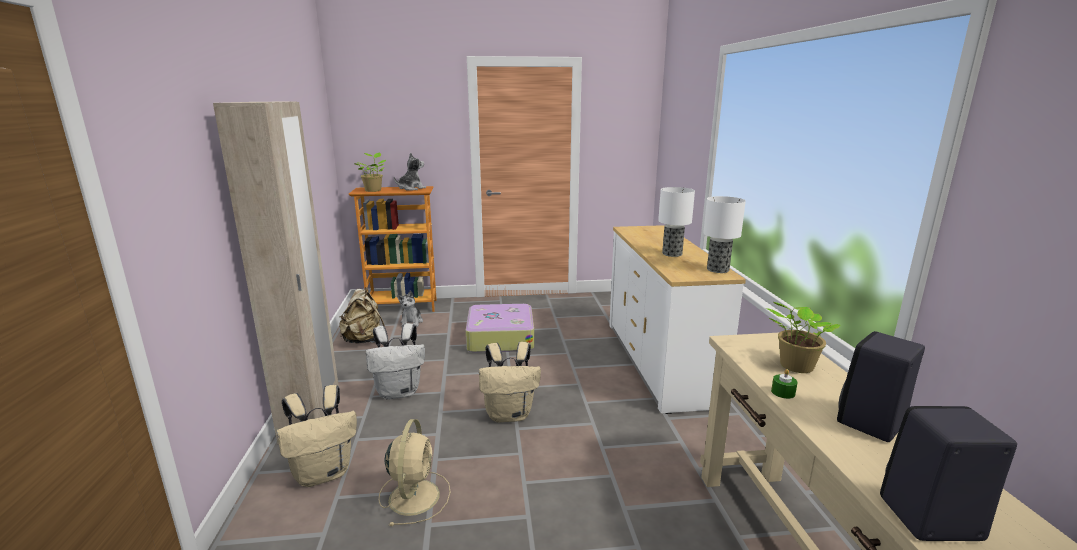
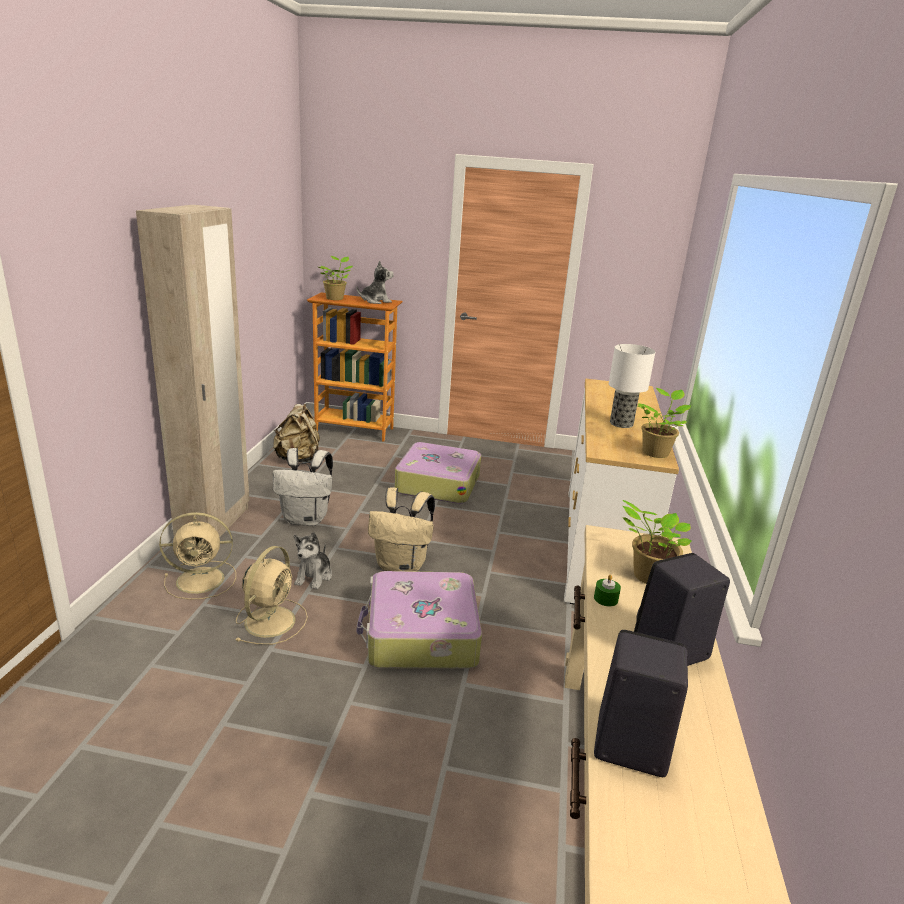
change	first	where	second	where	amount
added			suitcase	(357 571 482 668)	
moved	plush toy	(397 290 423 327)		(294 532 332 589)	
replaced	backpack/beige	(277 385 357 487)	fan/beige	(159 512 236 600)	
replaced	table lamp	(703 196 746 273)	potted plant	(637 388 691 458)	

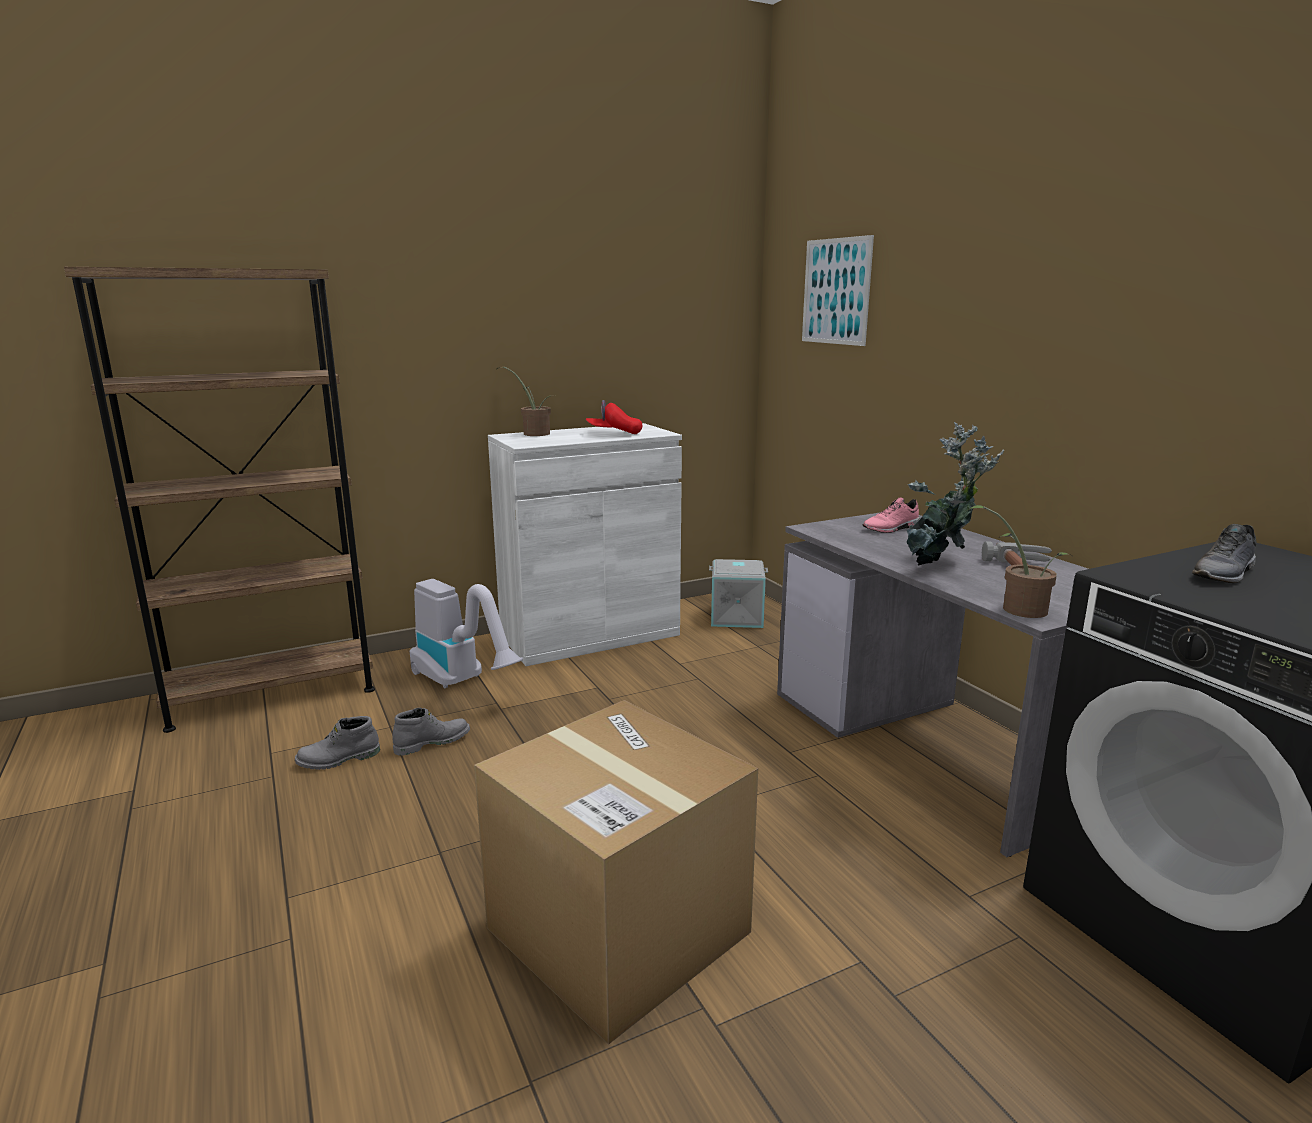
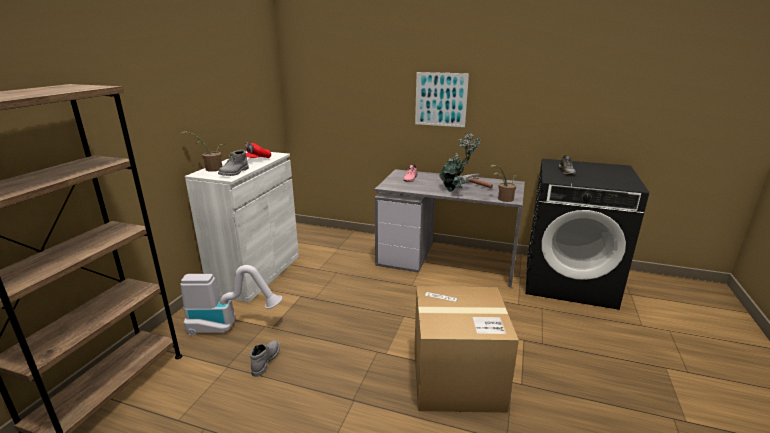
change	first	where	second	where	amount
removed	storage box/grey	(709 559 768 628)			
moved	boot/grey	(295 716 380 770)		(218 150 249 176)	
moved	picture	(802 235 874 346)		(415 72 469 127)	

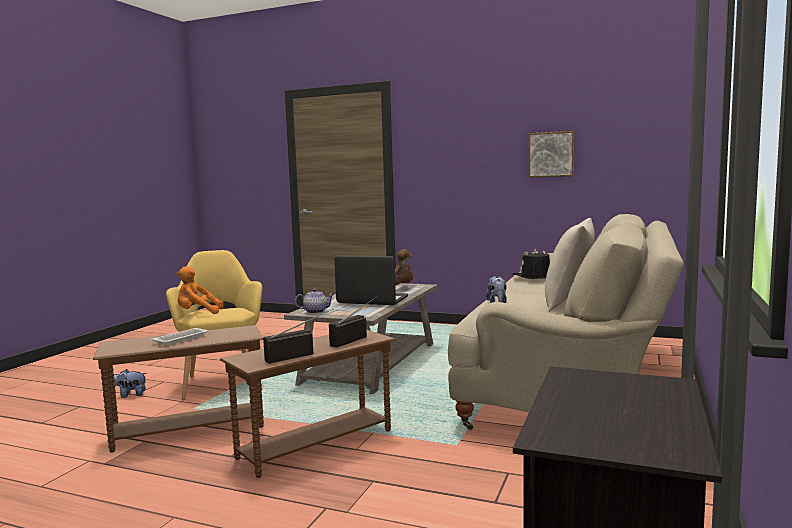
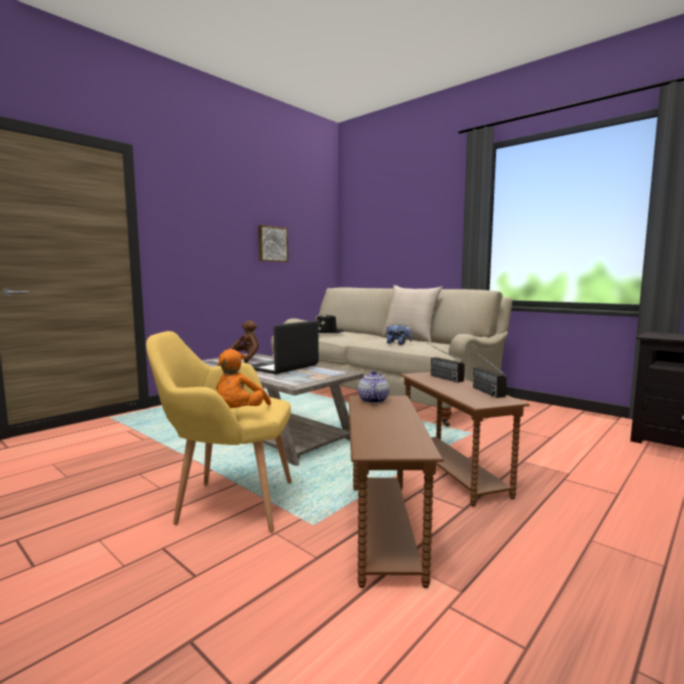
change	first	where	second	where	amount
removed	plush toy	(114 369 147 398)			
removed	tray/white	(152 328 208 346)			
moved	teapot	(295 289 334 314)		(358 371 389 403)	

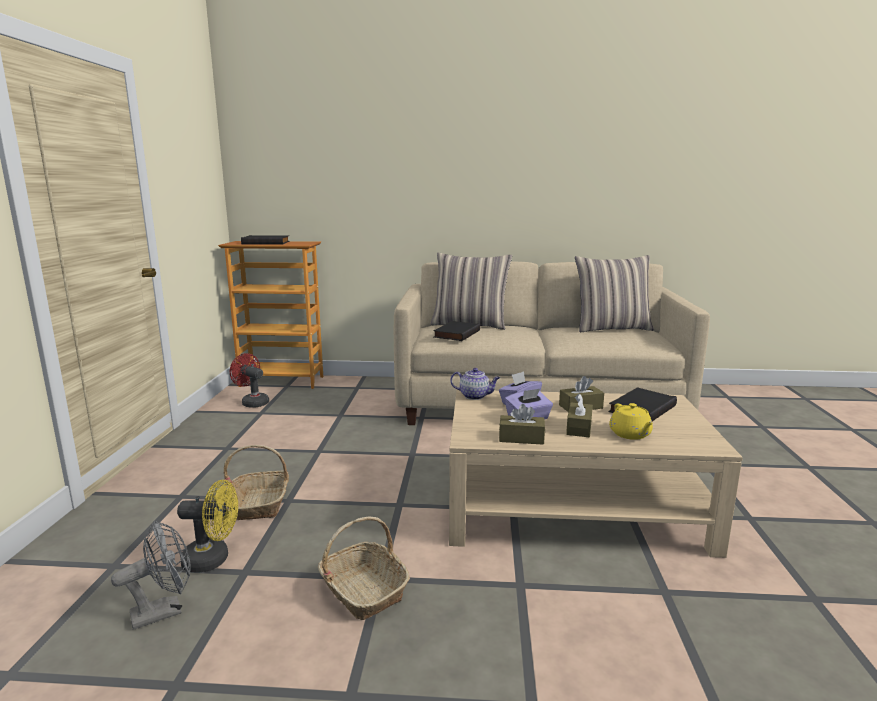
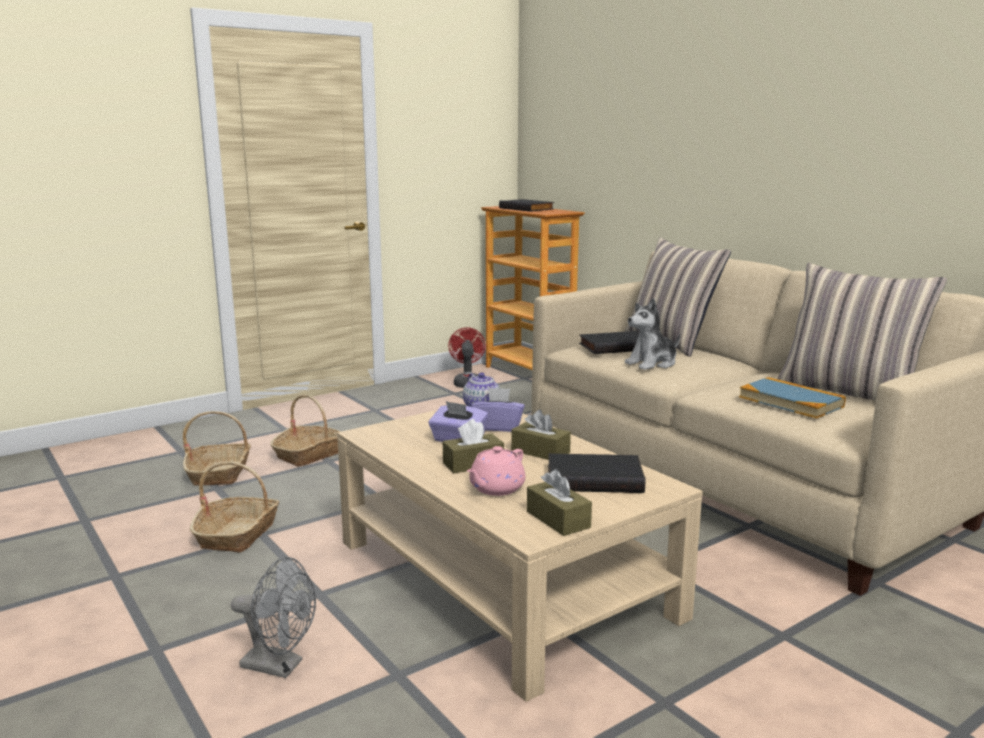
change	first	where	second	where	amount
added			plush toy	(625 298 680 370)	
added			book	(739 377 846 418)	
moved	fan/grey	(111 521 191 630)		(231 557 316 678)	
moved	tissue box/brown	(499 404 545 445)		(527 469 592 536)	
replaced	fan/yellow	(177 480 238 573)	basket	(183 411 251 486)	
recoloured	teapot/yellow	(609 403 653 440)	teapot/pink	(467 446 525 496)	

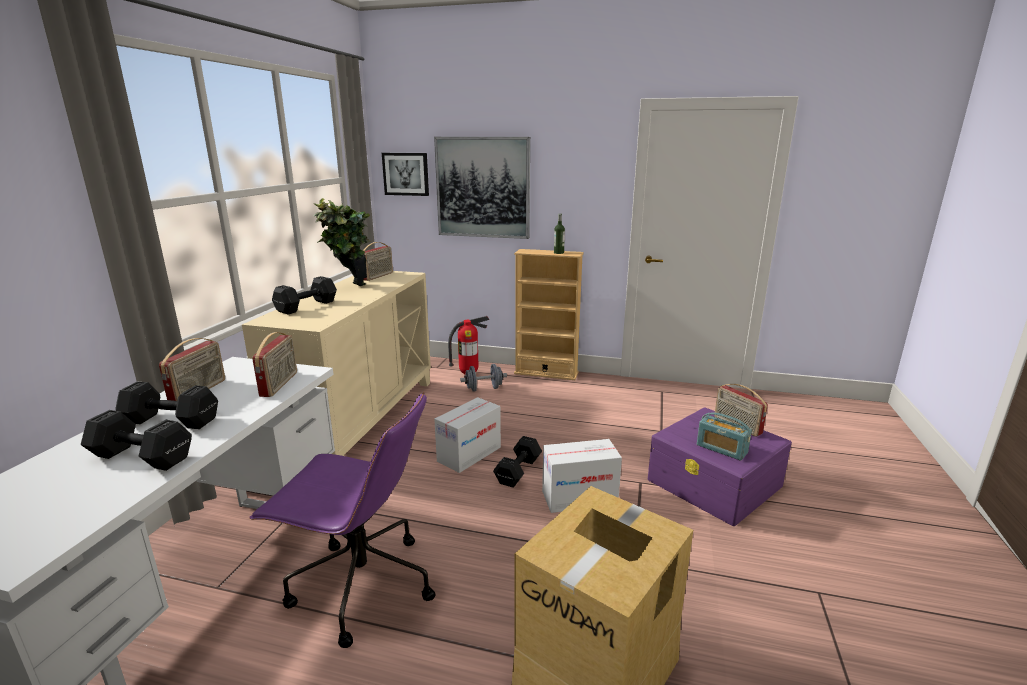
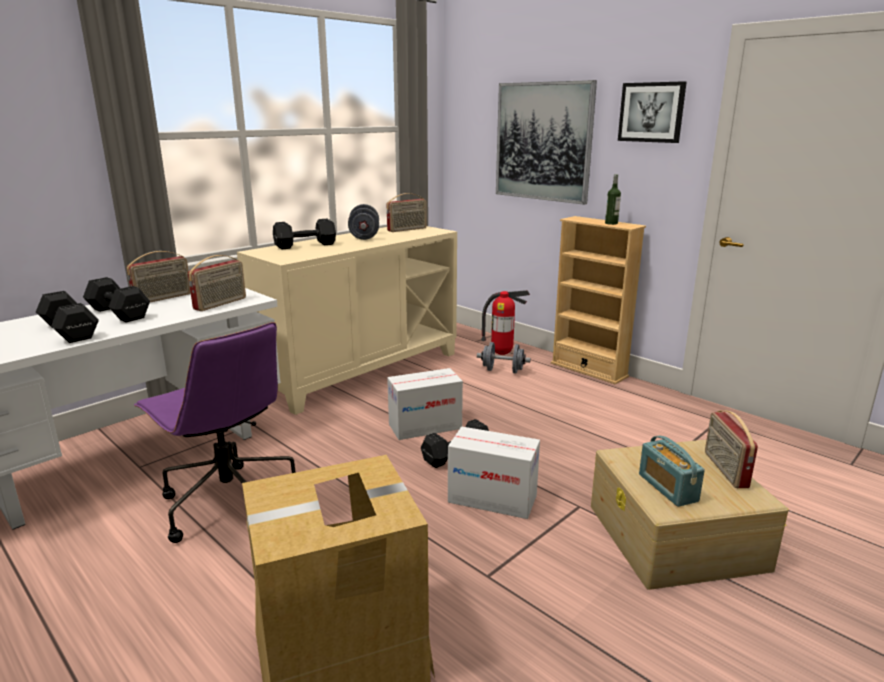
change	first	where	second	where	amount
moved	picture	(382 153 429 196)		(618 81 687 143)	
replaced	potted plant	(313 198 370 286)	dumbbell/grey	(348 204 379 240)	
recoloured	storage box/purple	(648 407 792 526)	storage box/beige	(591 440 789 590)	

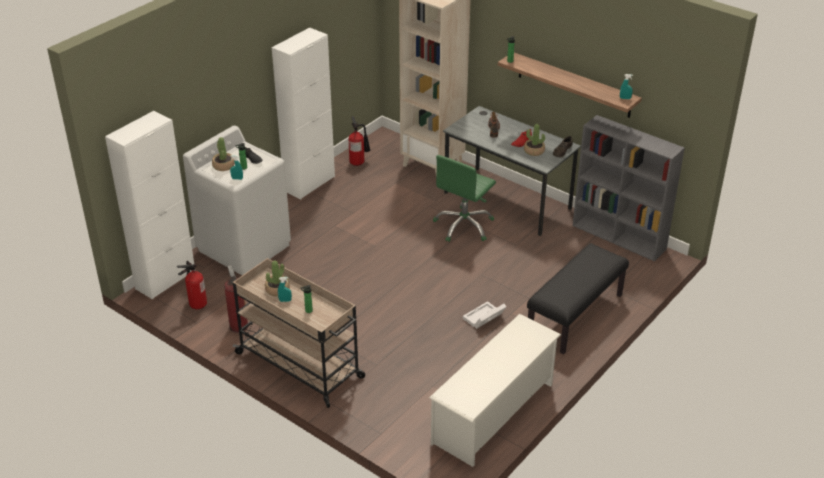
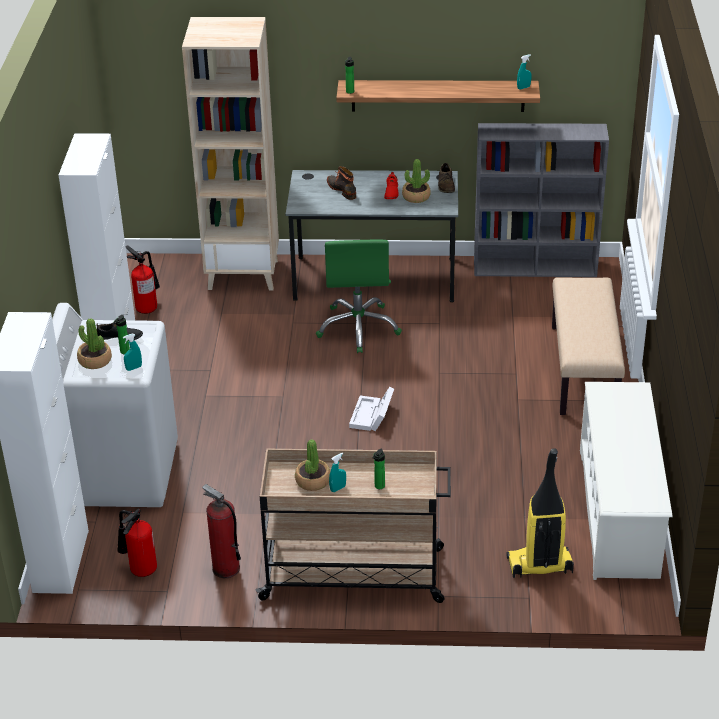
change	first	where	second	where	amount
added			vacuum cleaner	(506 448 574 578)	
moved	storage box/white	(463 301 507 329)		(349 387 394 431)	
recoloured	bench/black	(527 243 629 354)	bench/beige	(552 277 625 415)	

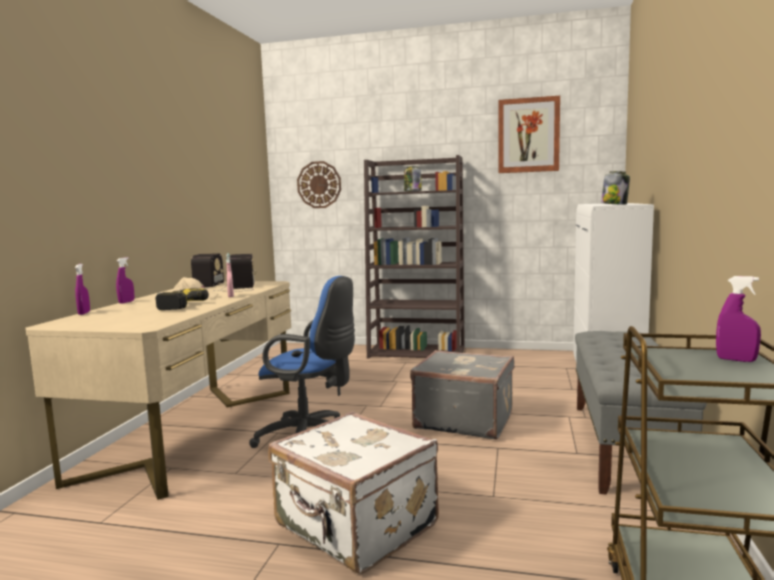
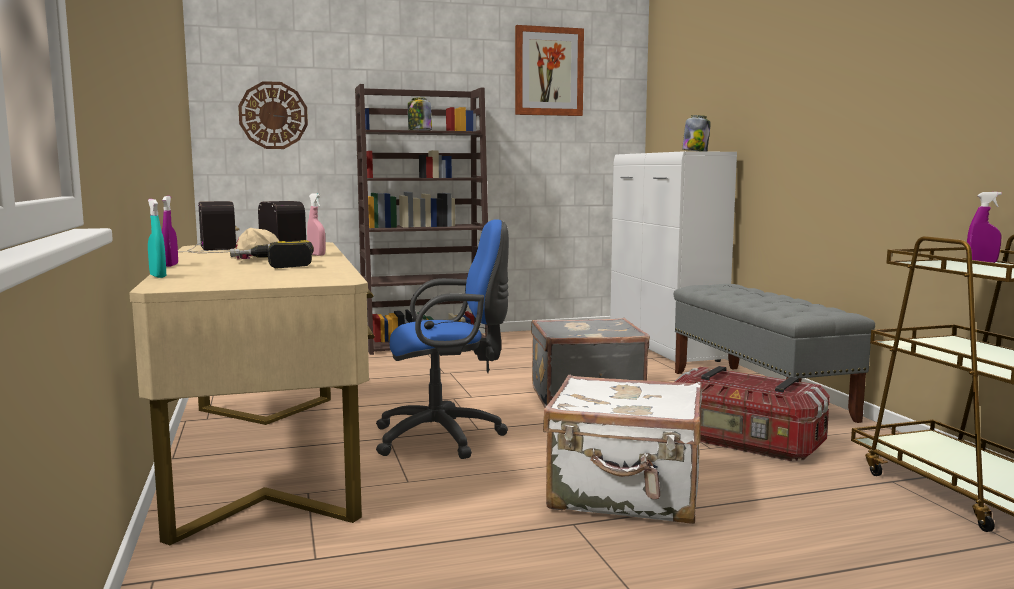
change	first	where	second	where	amount
added			storage box	(675 366 830 461)	
recoloured	spray bottle/purple	(75 264 90 315)	spray bottle/turquoise	(148 199 166 278)	

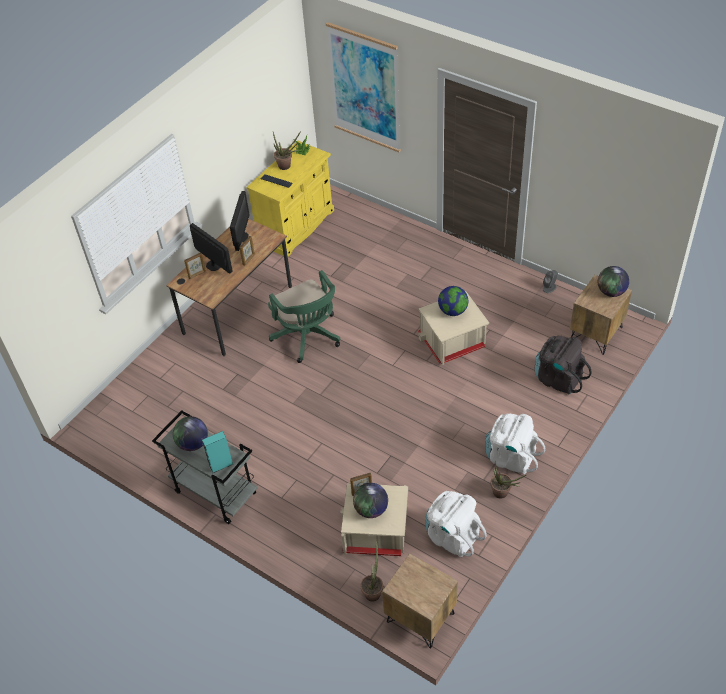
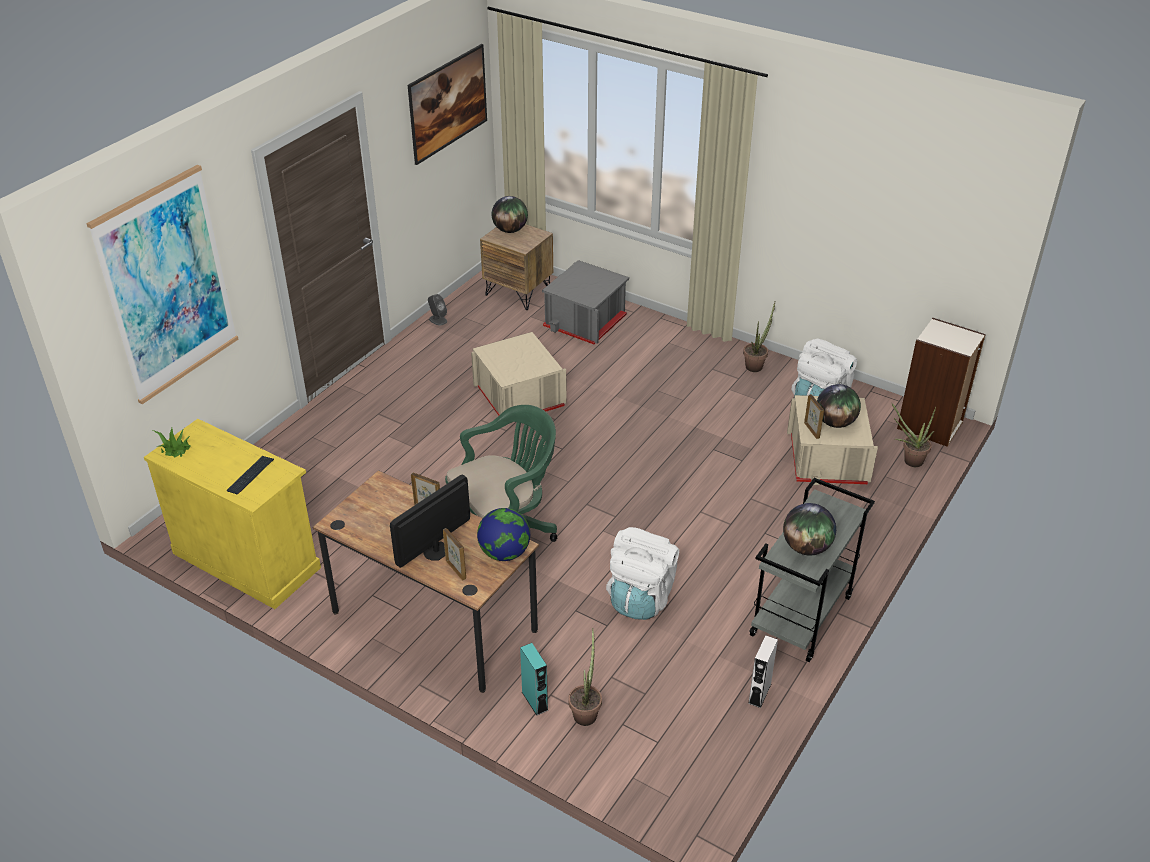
change	first	where	second	where	amount
removed	monitor	(230 191 249 251)			
added			picture	(408 44 487 165)	
added			speaker/white	(748 635 778 708)	
moved	speaker/turquoise	(202 431 233 473)		(520 643 549 716)	
moved	potted plant	(273 131 301 170)		(568 628 602 726)	
moved	globe	(438 286 468 316)		(477 508 530 561)	
moved	backpack/white	(485 413 545 474)		(606 527 679 620)	
replaced	nightstand/brown	(382 554 458 649)	bookcase	(897 318 986 447)	
replaced	backpack/black	(535 335 592 394)	storage box/grey	(542 260 629 344)	

